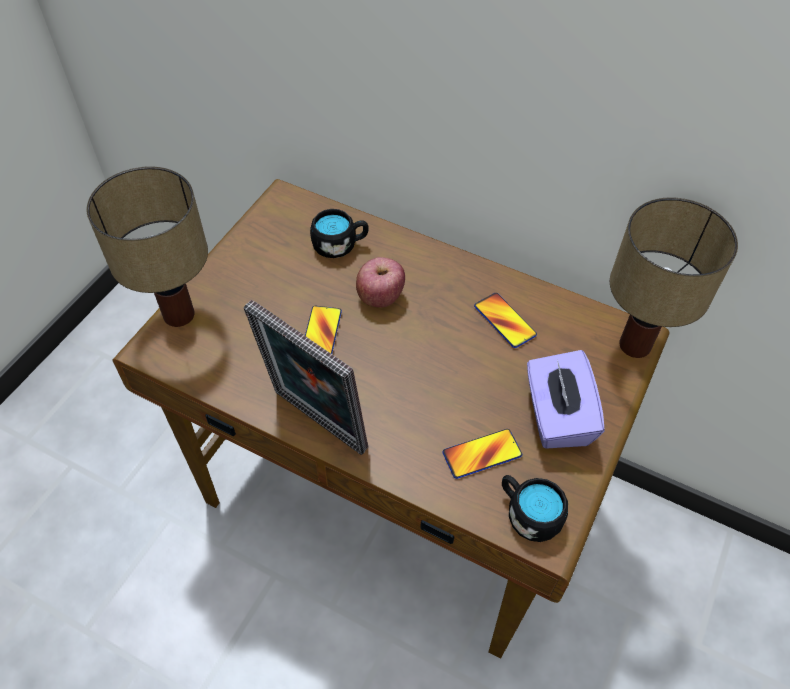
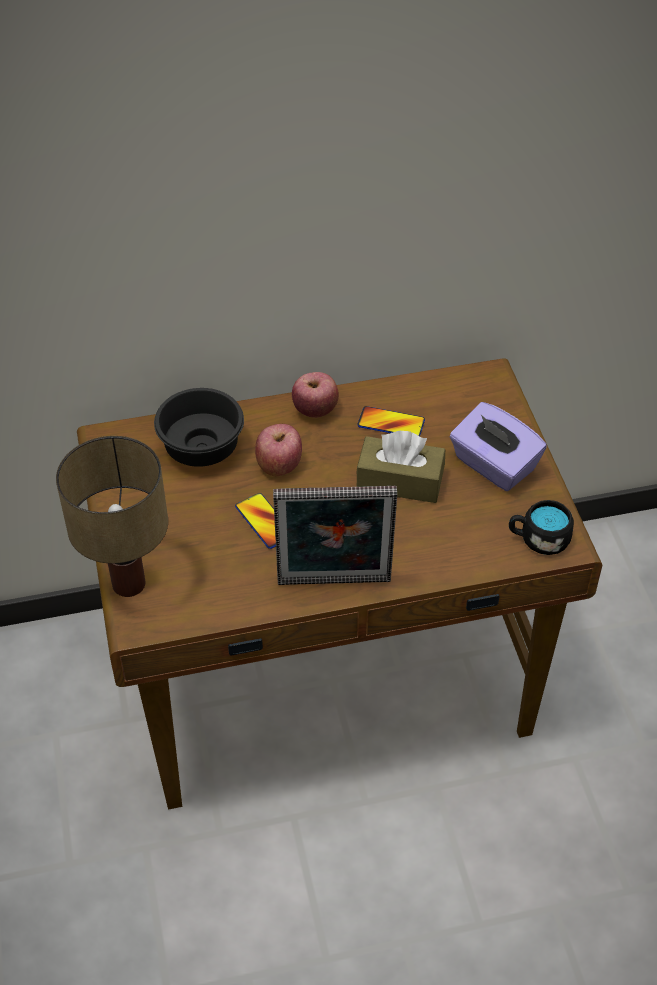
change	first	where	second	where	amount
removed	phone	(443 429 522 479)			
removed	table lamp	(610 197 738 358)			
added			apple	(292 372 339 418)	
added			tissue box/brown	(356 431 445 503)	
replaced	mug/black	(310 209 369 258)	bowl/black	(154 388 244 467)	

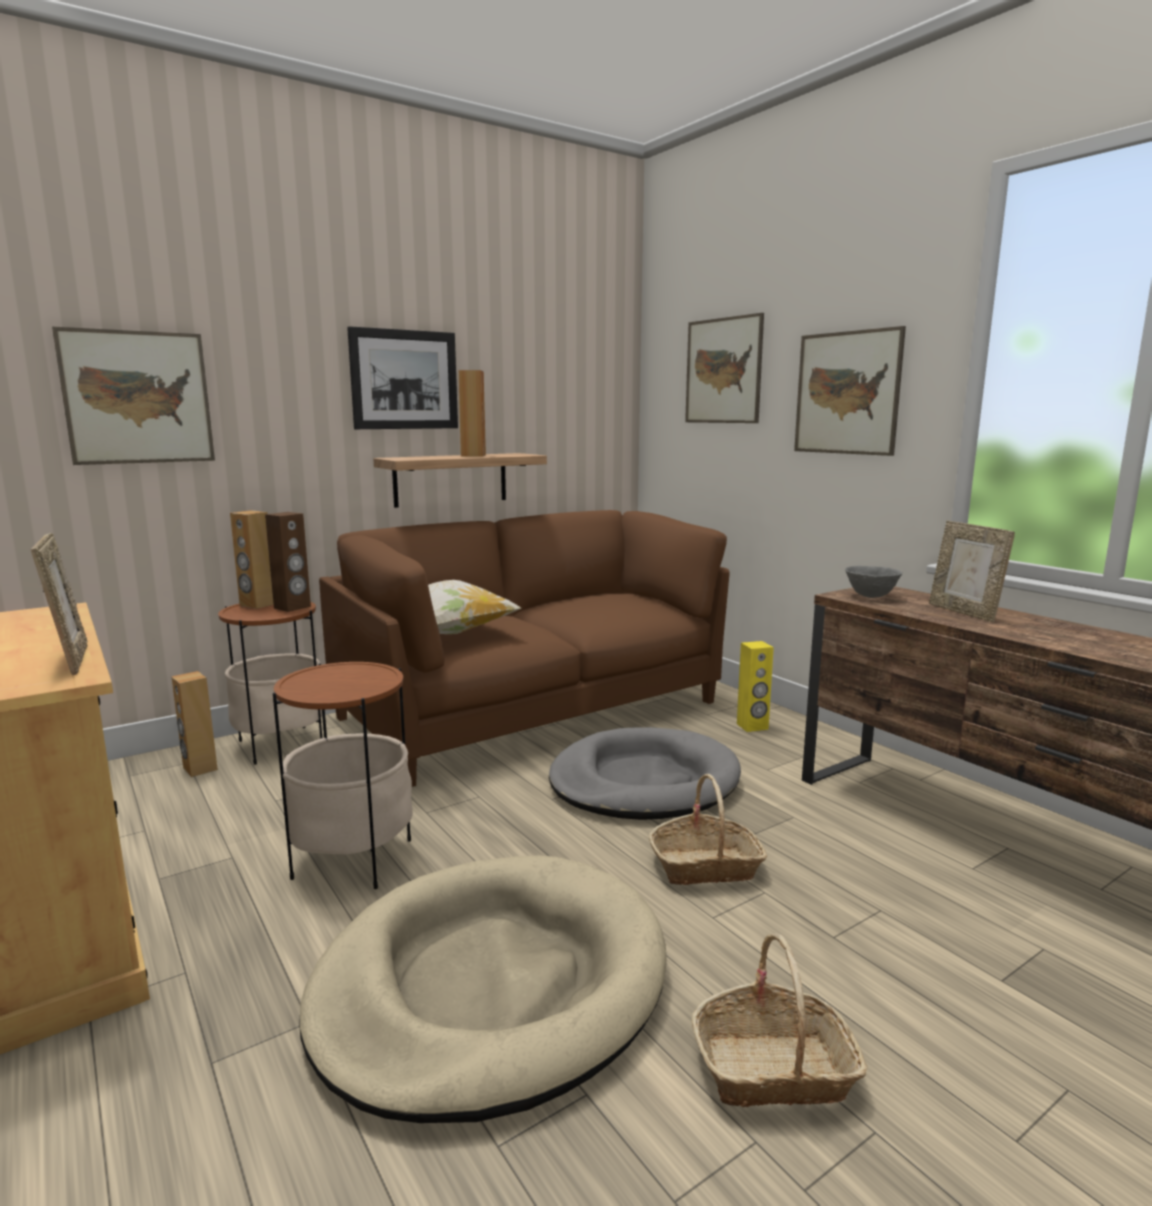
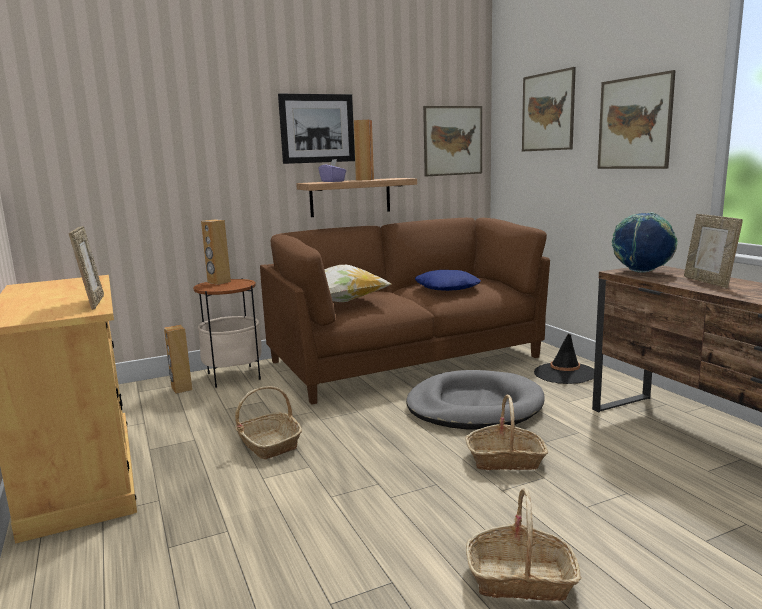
change	first	where	second	where	amount
removed	speaker/brown	(265 512 311 612)			
removed	dog bed/beige	(299 855 666 1123)			
added			tissue box/purple	(318 159 346 182)	
added			pillow/blue	(415 270 481 291)	
moved	picture	(52 326 215 465)		(423 106 482 177)	
replaced	side table	(273 662 413 889)	basket	(235 386 302 459)	
replaced	speaker/yellow	(737 641 774 732)	hat/black	(534 334 594 384)	
replaced	bowl/grey	(845 566 902 598)	globe	(612 212 678 273)	

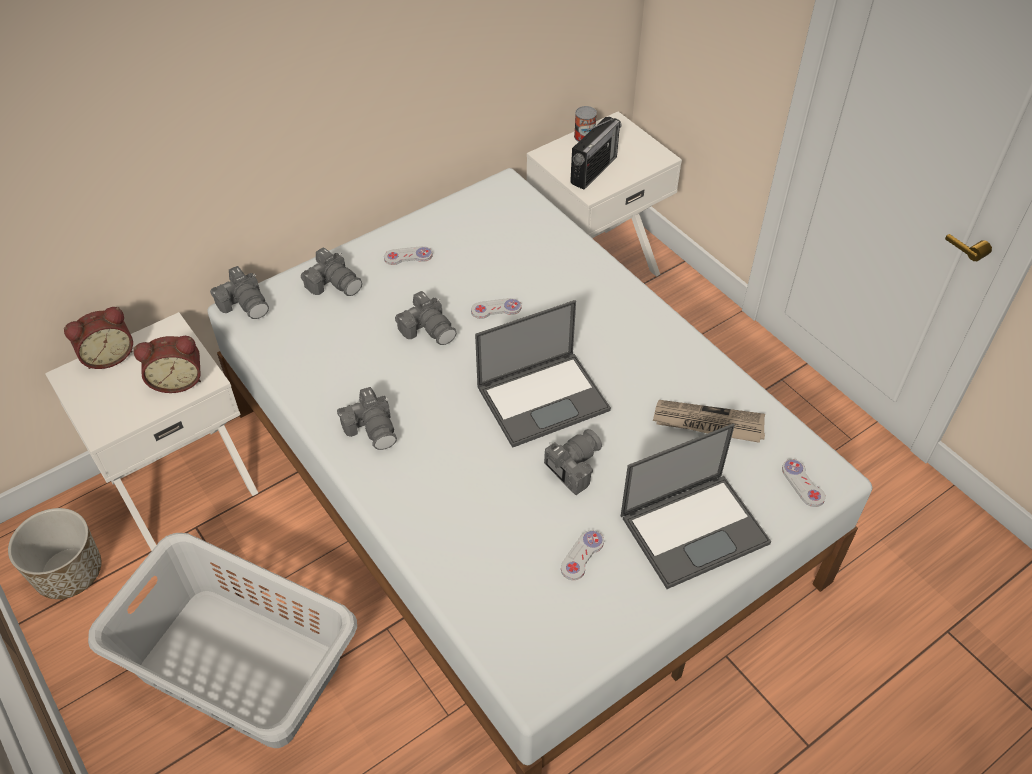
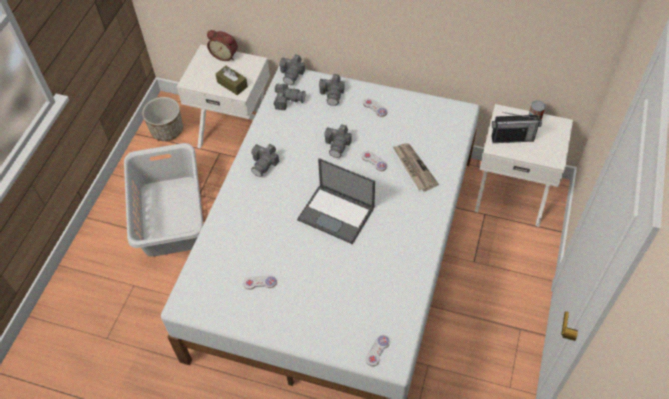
change	first	where	second	where	amount
removed	laptop	(621 423 771 589)			
moved	photo camera	(544 429 602 495)		(274 83 306 110)	
moved	newspaper	(653 400 765 443)		(393 143 439 191)	
replaced	alarm clock	(133 336 201 393)	tissue box/brown	(215 66 248 95)	

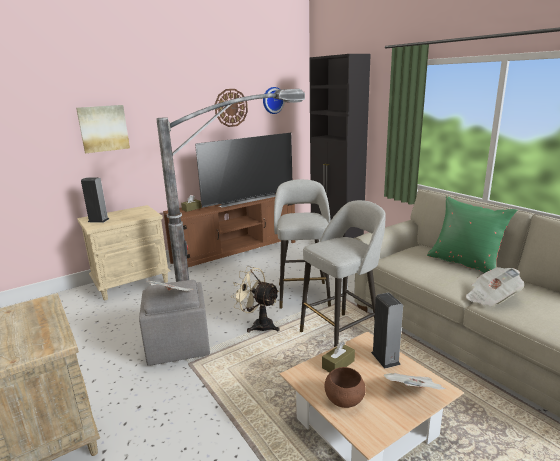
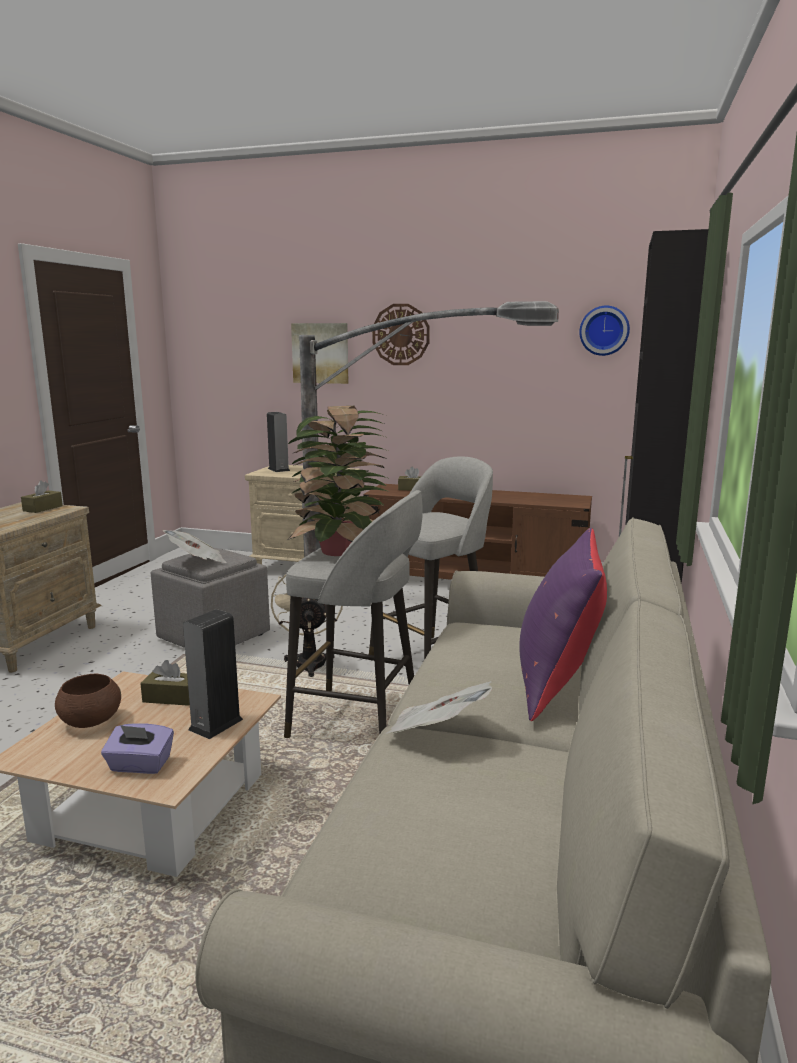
change	first	where	second	where	amount
removed	television	(195 133 292 208)			
added			tissue box/brown	(21 480 63 513)	
added			potted plant	(287 406 389 556)	
moved	wall clock	(215 89 248 127)		(372 304 430 365)	
replaced	newspaper	(384 373 446 390)	tissue box/purple	(101 723 174 774)	
recoloured	pillow/green	(427 196 517 273)	pillow/purple	(519 528 607 721)	

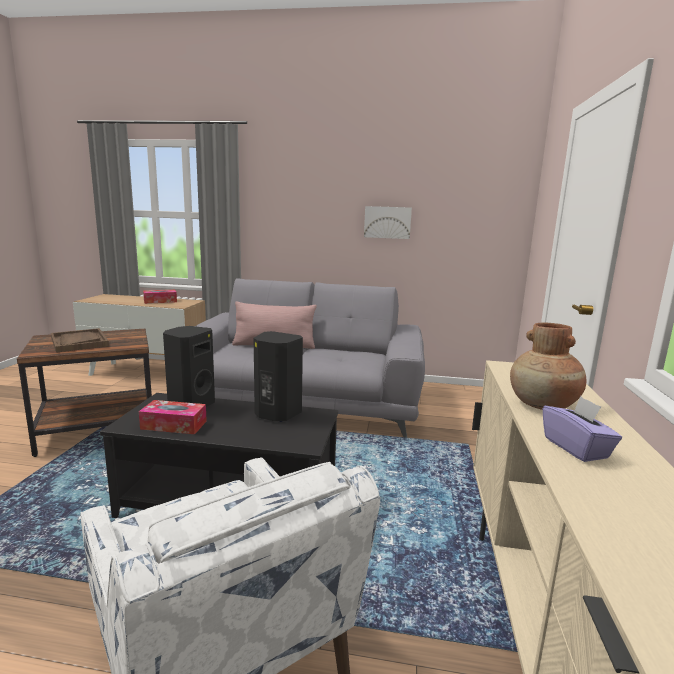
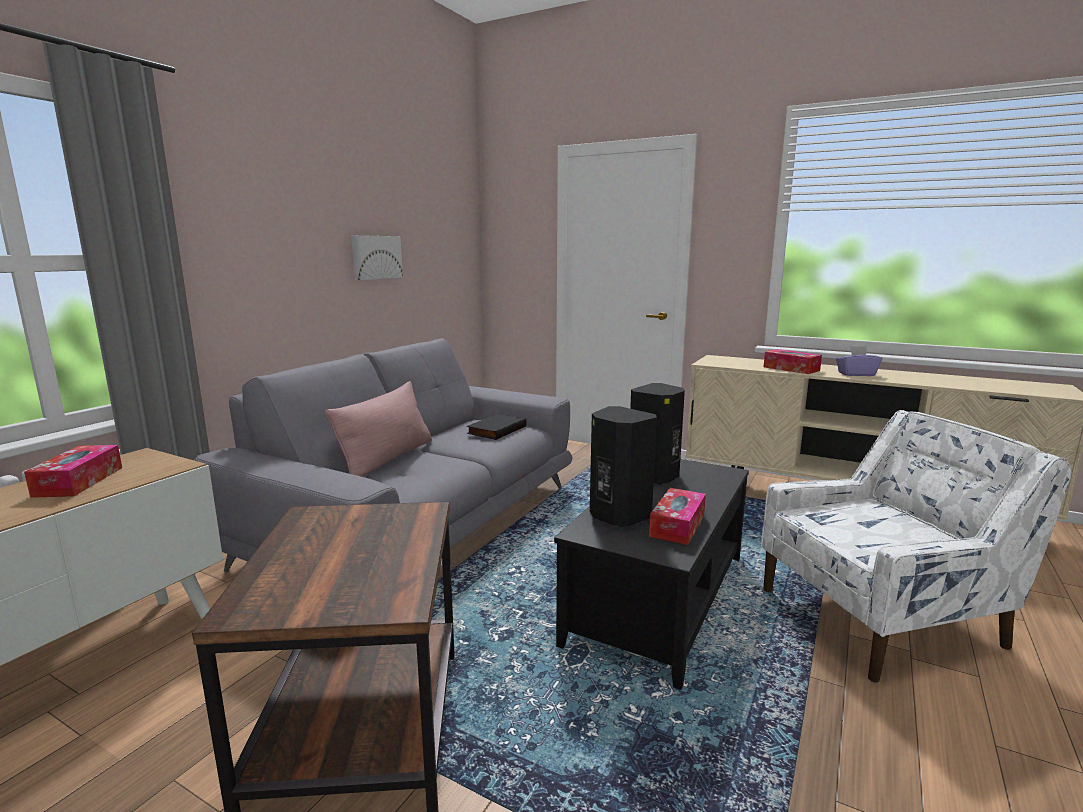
change	first	where	second	where	amount
removed	tray/brown	(51 328 109 353)			
added			book/black	(467 414 527 440)	
replaced	vase/brown	(510 323 586 410)	tissue box	(764 349 822 374)	

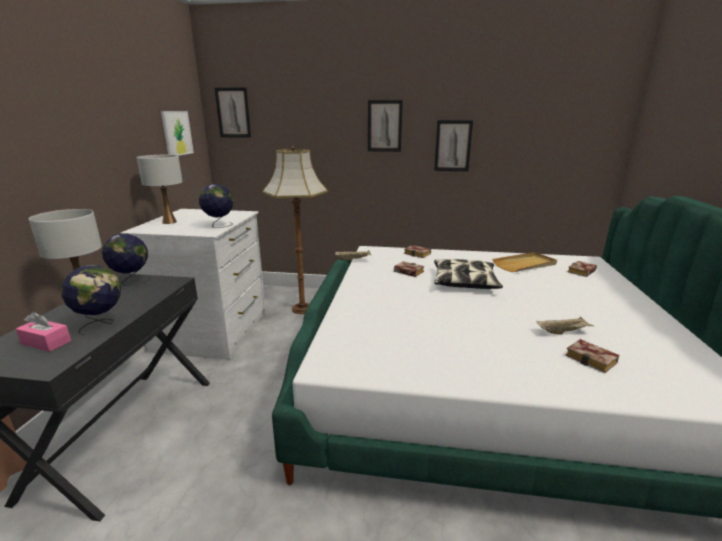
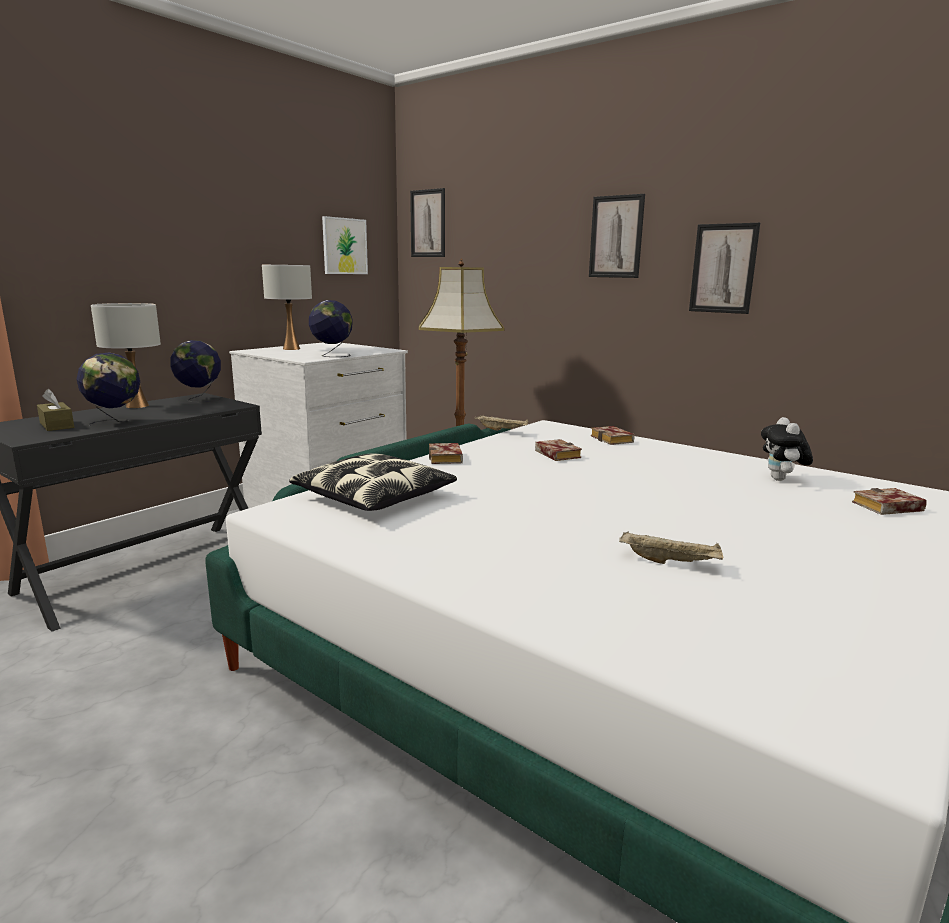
change	first	where	second	where	amount
moved	pillow	(434 259 503 289)		(289 454 457 511)	
moved	book	(565 339 620 373)		(429 443 463 464)	
replaced	tray/beige	(492 252 557 272)	plush toy	(761 417 813 481)	
recoloured	tissue box/pink	(16 312 71 352)	tissue box/brown	(37 389 74 431)	

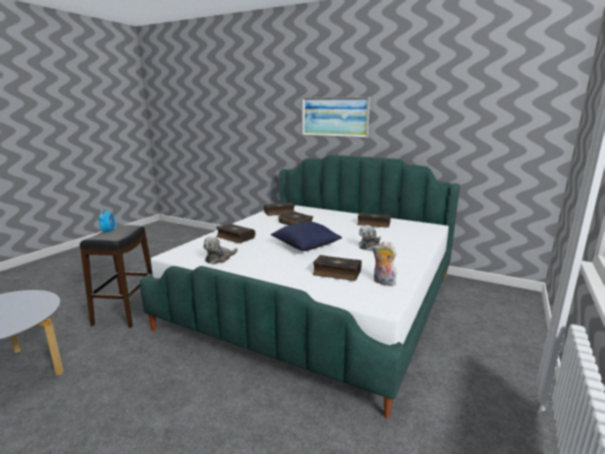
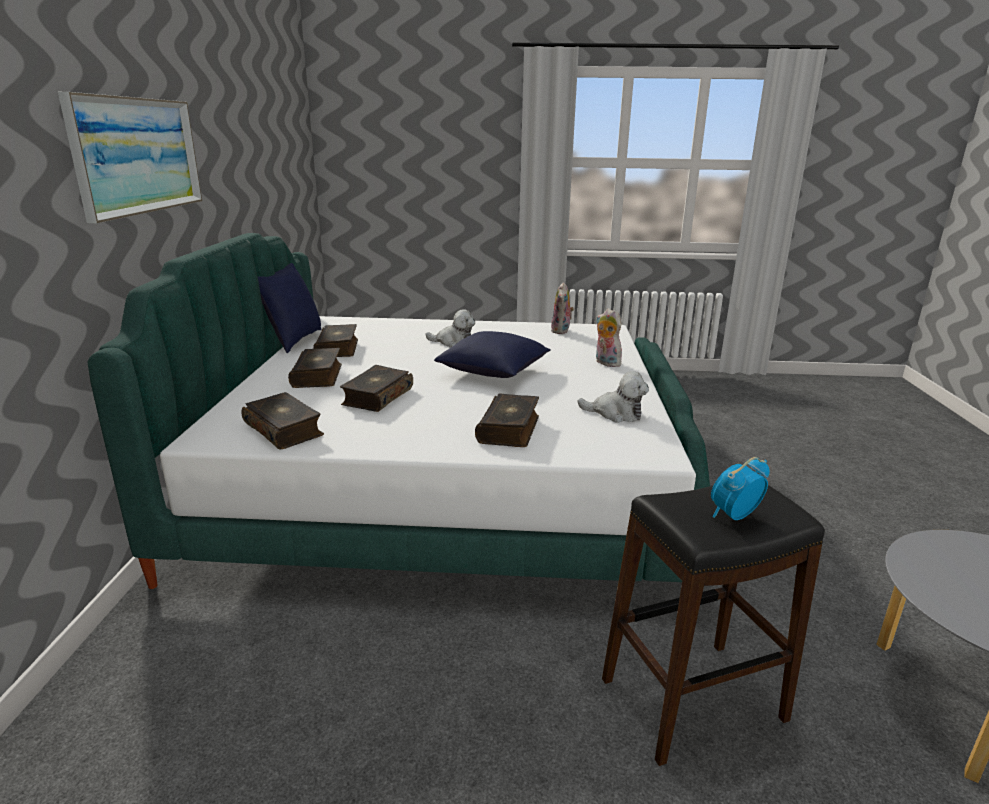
change	first	where	second	where	amount
added			pillow/blue	(258 263 322 353)	
added			plush toy	(596 308 622 367)	
moved	book	(313 255 362 281)		(288 348 342 388)	

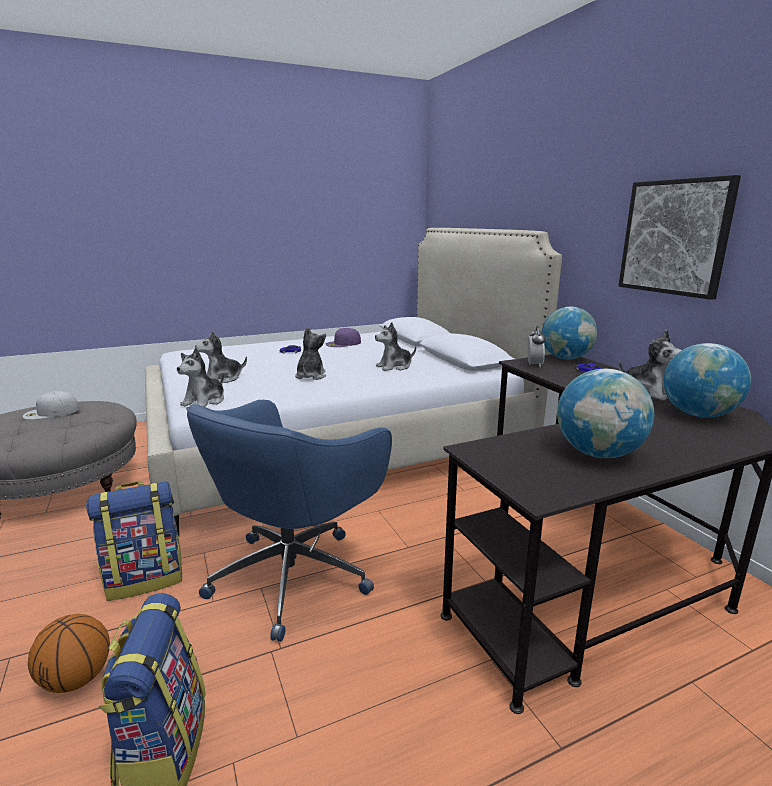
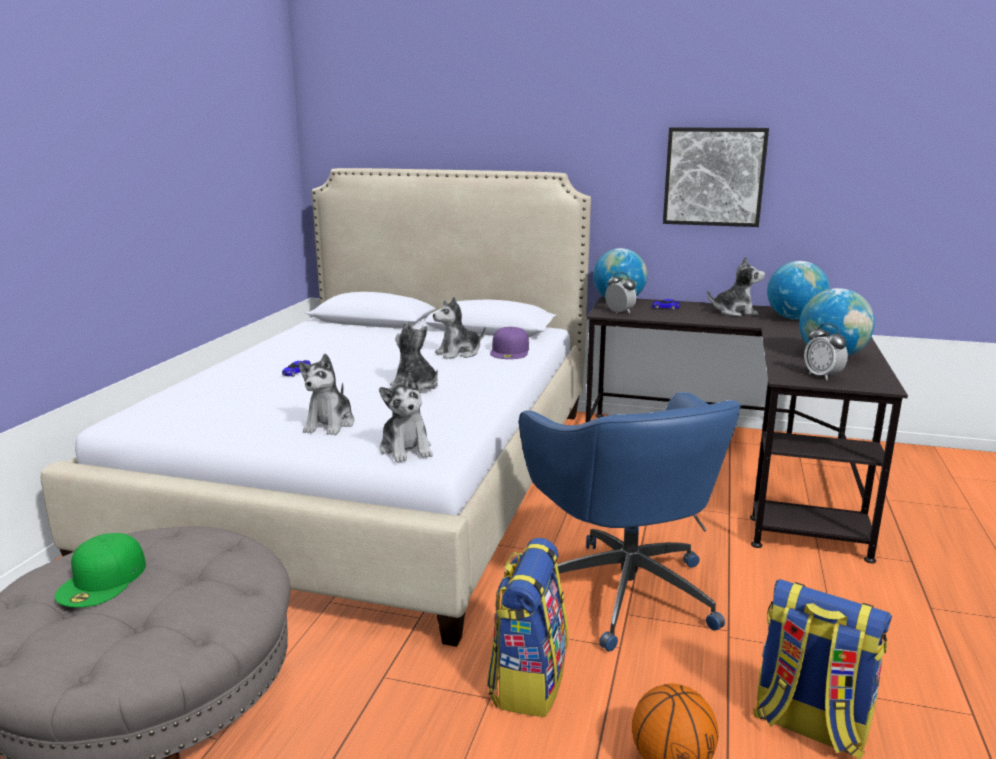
change	first	where	second	where	amount
added			alarm clock	(804 323 848 380)	
moved	cap/purple	(325 328 361 347)		(490 327 529 359)	
recoloured	cap/white	(23 391 79 420)	cap/green	(54 533 146 607)	
turned	plush toy	(375 322 416 371)		(433 297 486 359)	45 degrees clockwise

